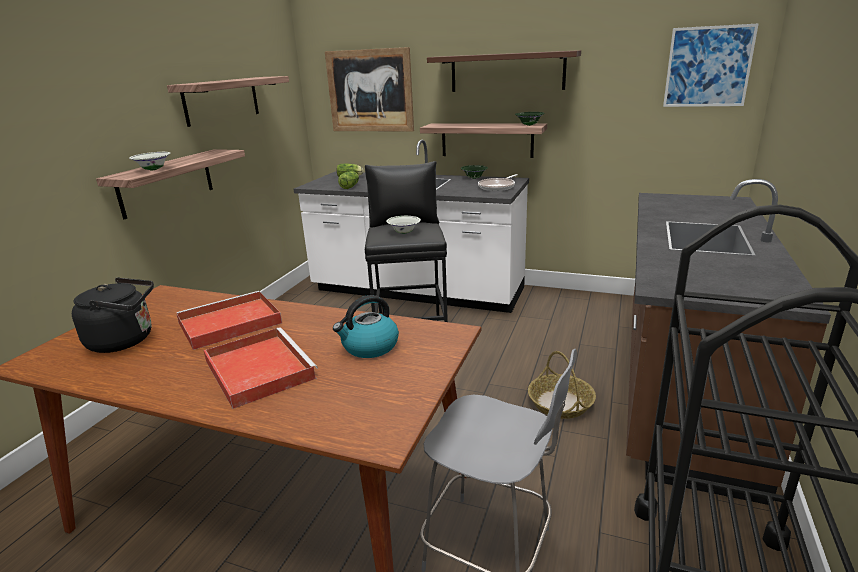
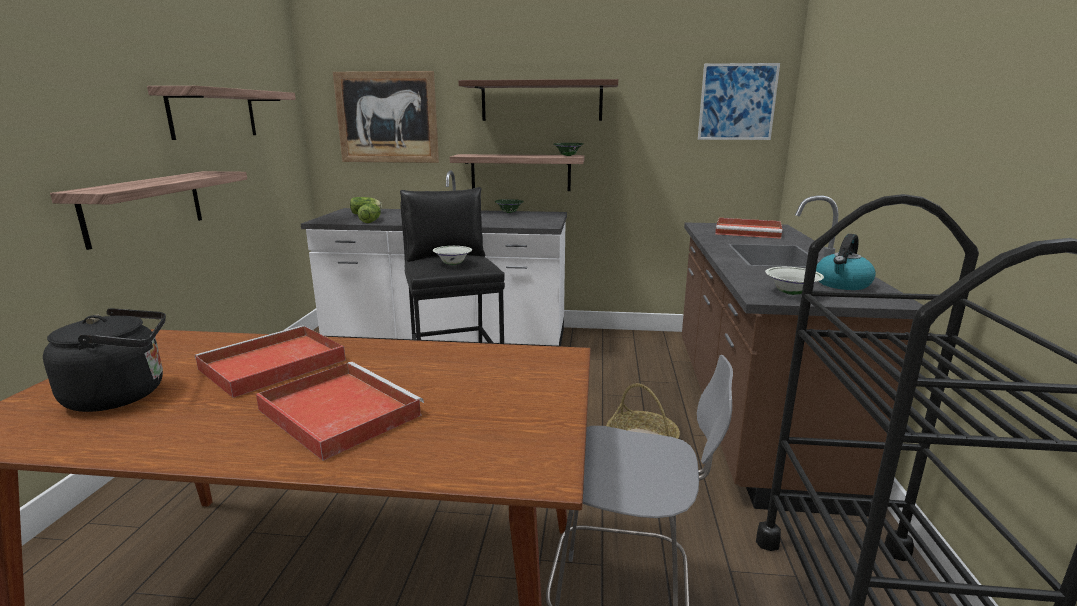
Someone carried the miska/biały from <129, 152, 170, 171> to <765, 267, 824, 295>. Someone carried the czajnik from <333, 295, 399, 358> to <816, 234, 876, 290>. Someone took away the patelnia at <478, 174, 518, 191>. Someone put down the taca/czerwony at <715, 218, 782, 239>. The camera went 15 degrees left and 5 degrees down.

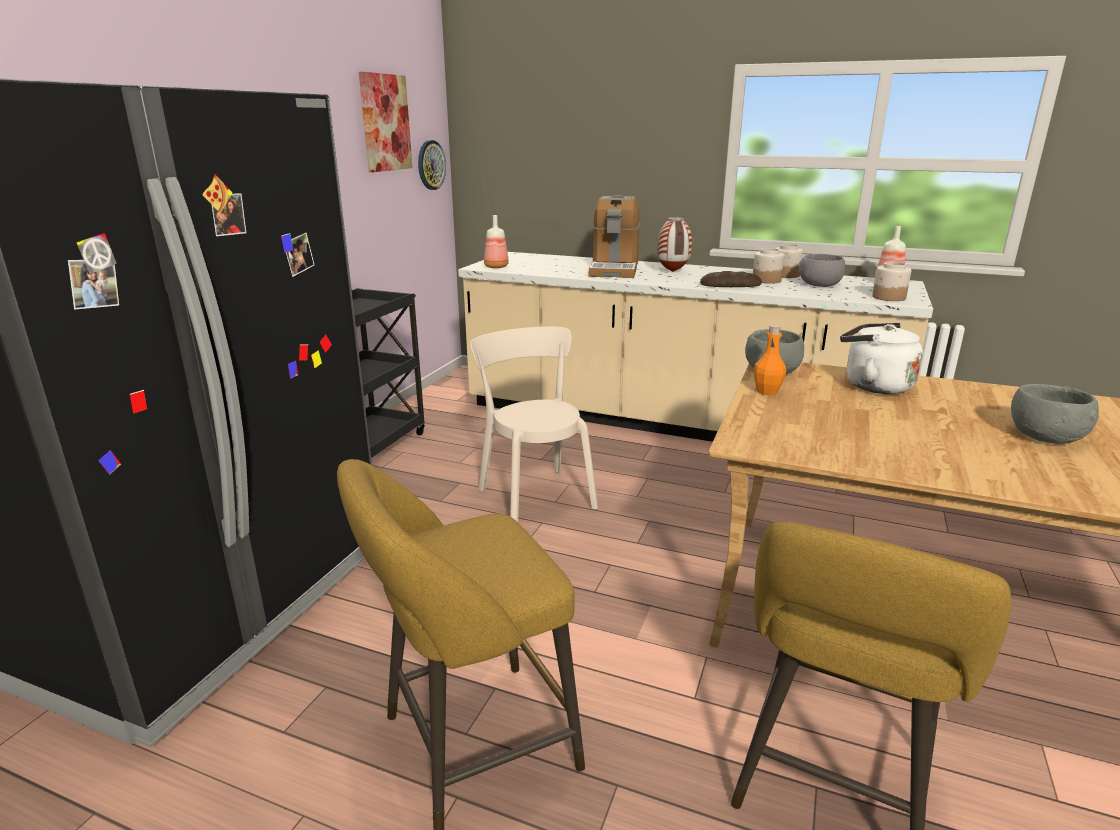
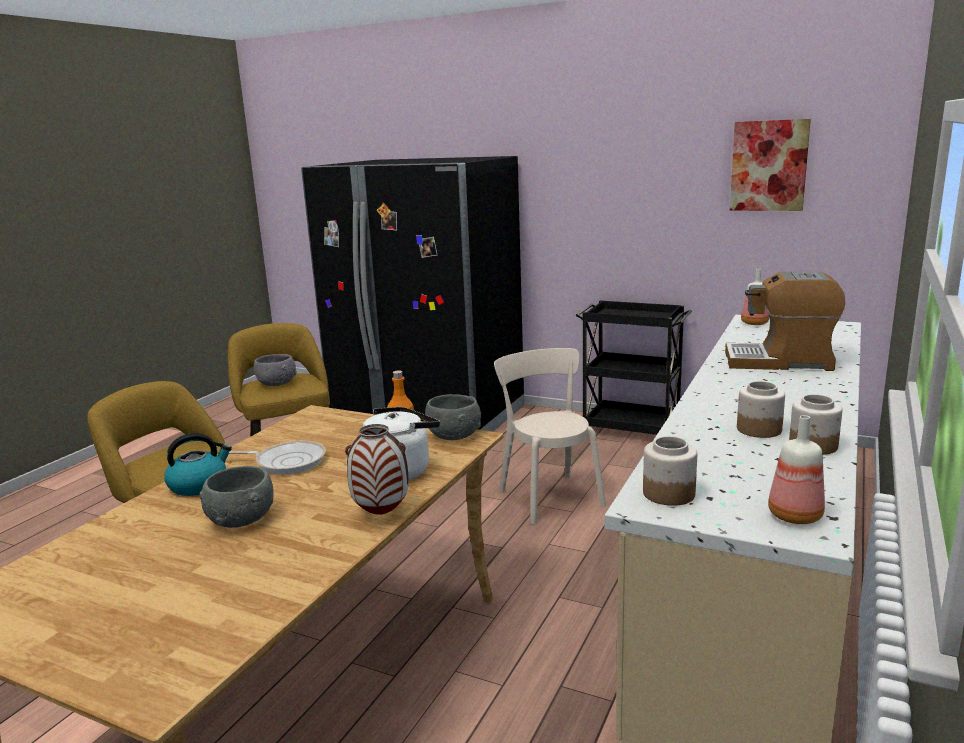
Someone took away the zegar ścienny at <418, 140, 446, 190>. Someone rotated the krzesło/beżowy at <470, 327, 598, 522> by 90 degrees counterclockwise. Someone carried the wazon from <657, 217, 692, 272> to <345, 424, 408, 515>. Someone took away the chleb at <700, 271, 762, 287>. Someone carried the miska/szary from <799, 254, 845, 287> to <253, 354, 297, 386>. Someone put down the czajnik at <164, 433, 232, 496>. Someone put down the patelnia at <229, 441, 326, 474>. The camera went 95 degrees right and 5 degrees down.

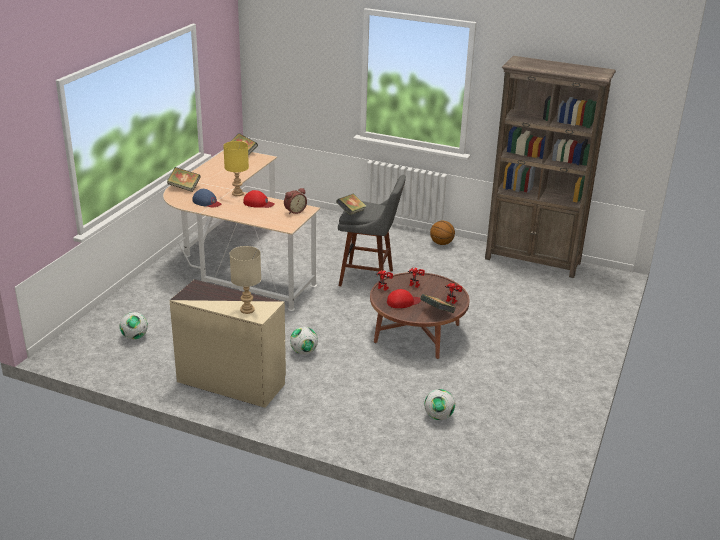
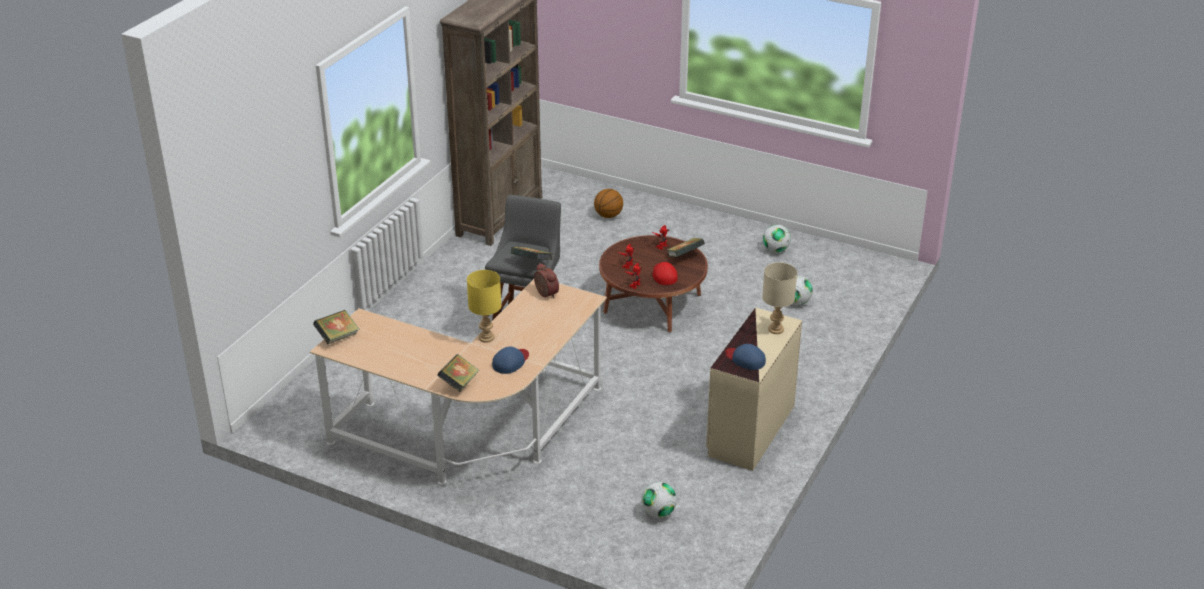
Someone took away the czapka z daszkiem/czerwony at <243, 190, 275, 208>. Someone carried the piłka futbolowa from <290, 327, 318, 355> to <763, 225, 791, 252>. Someone carried the piłka do koszykówki from <430, 221, 455, 245> to <594, 189, 623, 218>. Someone put down the czapka z daszkiem/niebieski at <725, 344, 766, 370>. The camera went 85 degrees left and 5 degrees up.

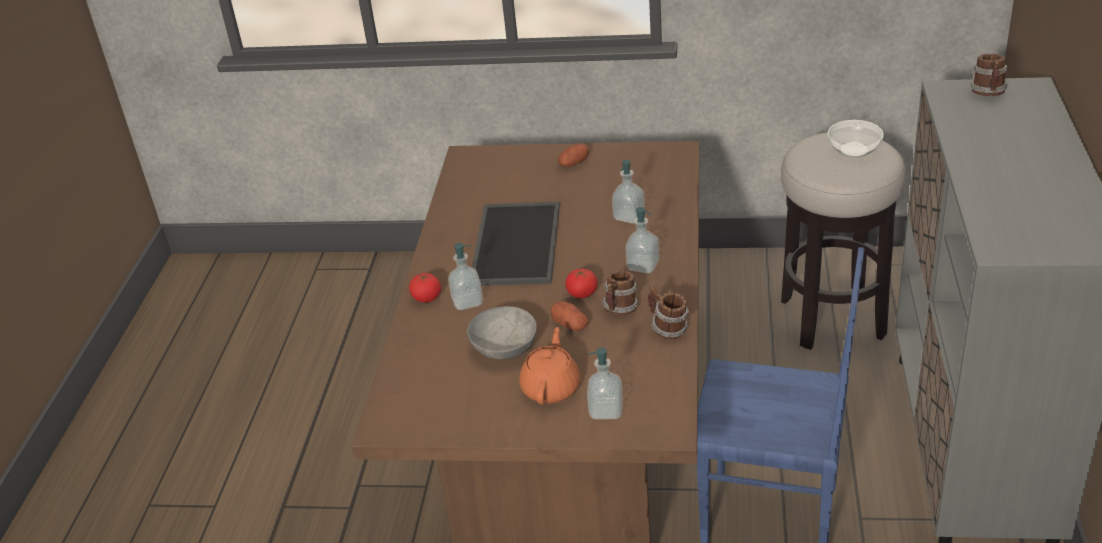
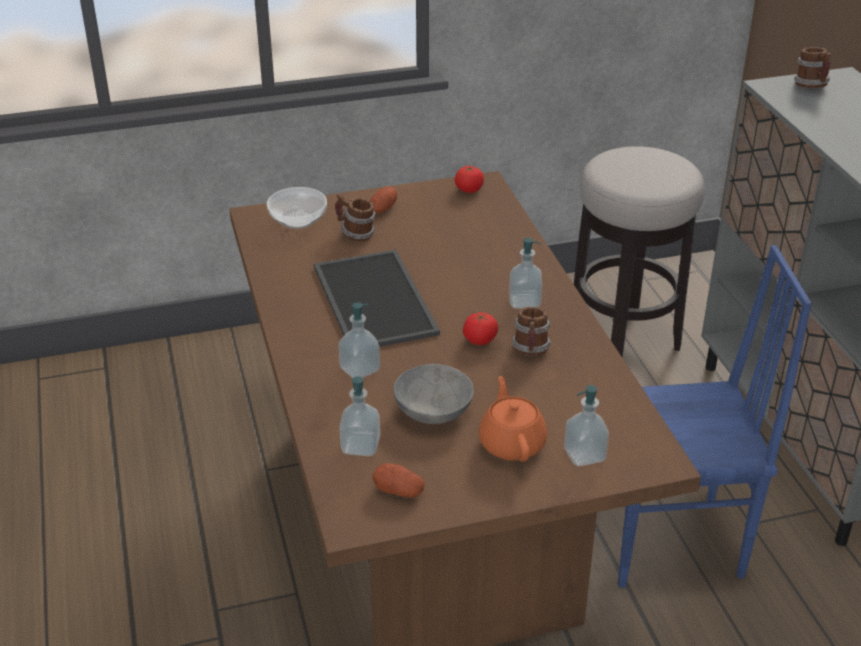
Someone carried the pomidor from <409, 273, 441, 303> to <455, 165, 484, 193>. Someone carried the ziemniak from <551, 301, 589, 331> to <373, 463, 425, 498>. Someone carried the dozownik mydła from <612, 160, 645, 224> to <339, 376, 380, 456>. Someone carried the kubek from <648, 285, 689, 339> to <335, 193, 376, 241>. Someone carried the miska from <828, 120, 884, 158> to <267, 187, 327, 229>. The camera went 25 degrees left and 0 degrees up.

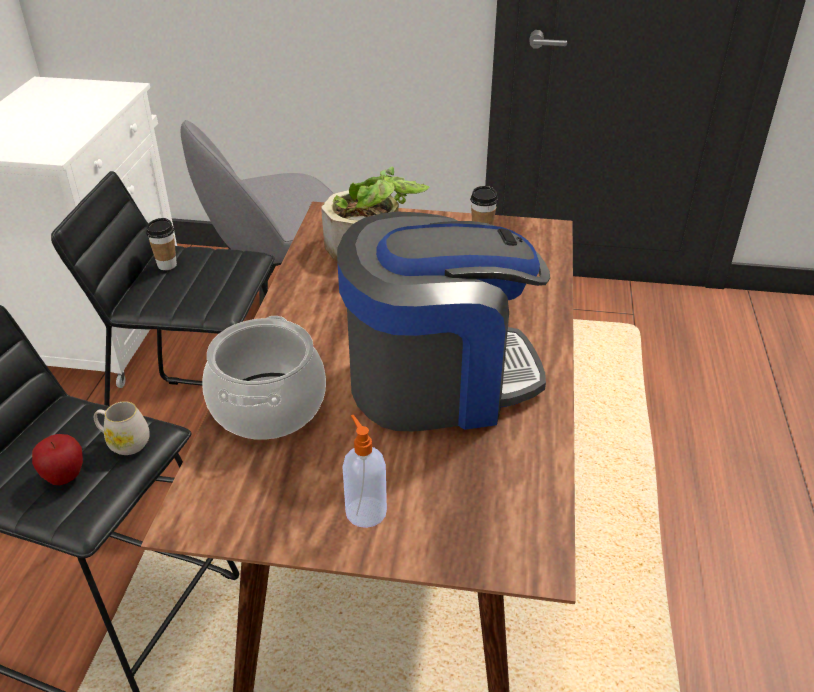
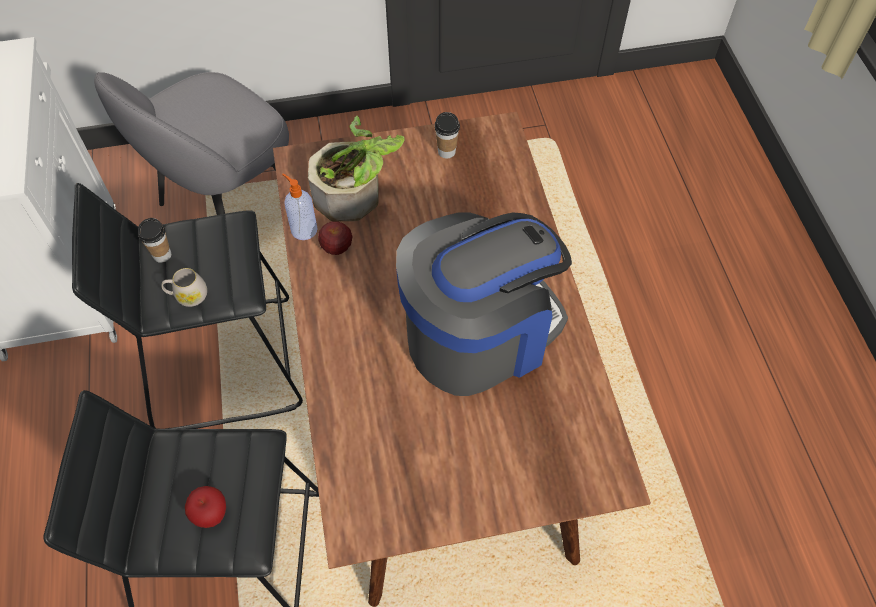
Someone carried the kubek/biały from <94, 401, 150, 455> to <161, 268, 207, 307>. Someone took away the garnek at <203, 316, 326, 440>. Someone carried the dozownik mydła from <343, 415, 387, 528> to <282, 173, 318, 240>. Someone put down the jabłko at <318, 221, 353, 255>. The camera went 20 degrees left and 20 degrees up.

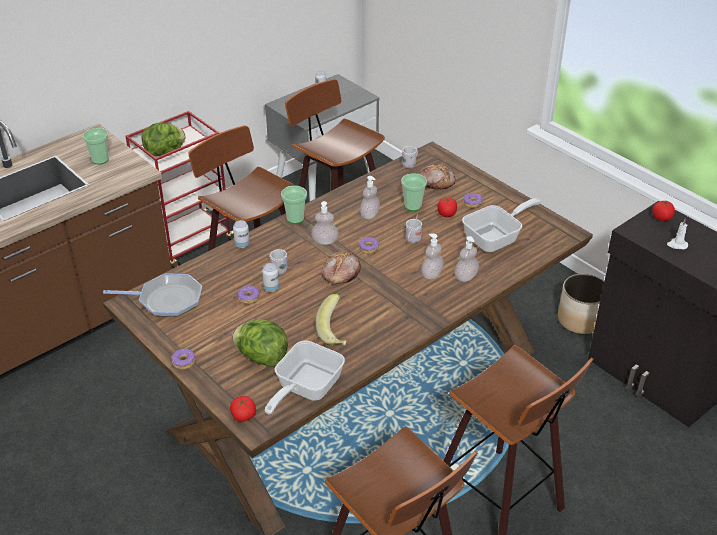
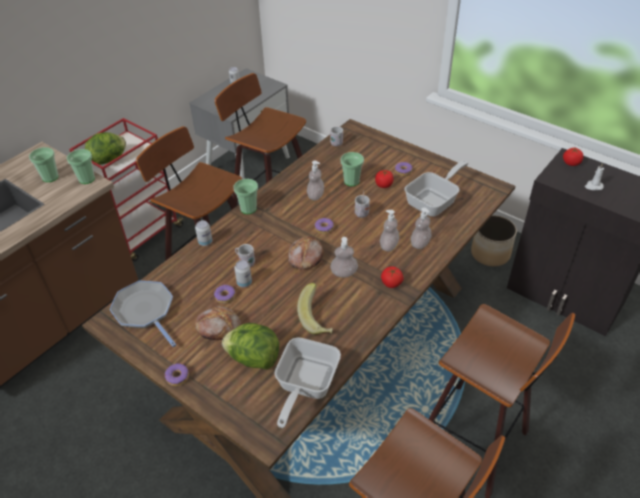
Someone rotated the patelnia at <103, 274, 202, 317> by 120 degrees counterclockwise. Someone carried the pomidor from <230, 396, 256, 422> to <381, 266, 404, 288>. Someone carried the dozownik mydła from <311, 201, 339, 245> to <330, 237, 358, 277>. Someone carried the chleb from <418, 164, 456, 190> to <195, 306, 241, 340>. Someone put down the filiżanka at <67, 149, 95, 184>. The camera went 10 degrees left and 5 degrees up.

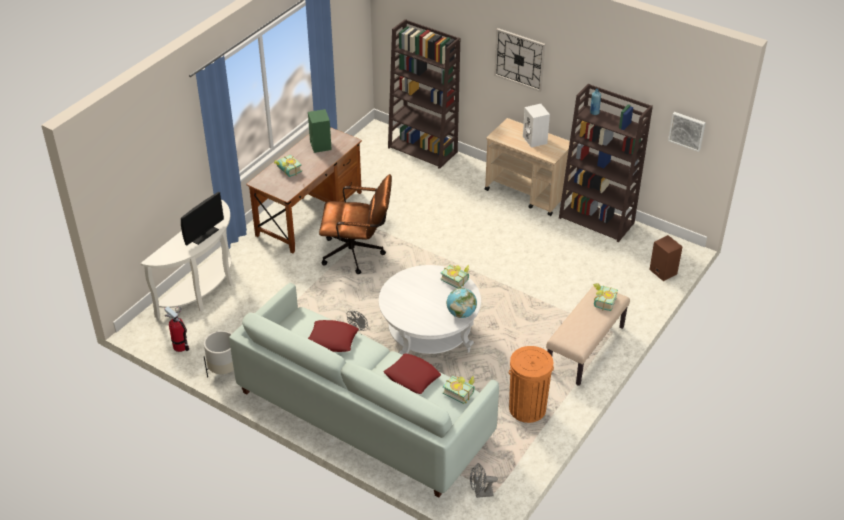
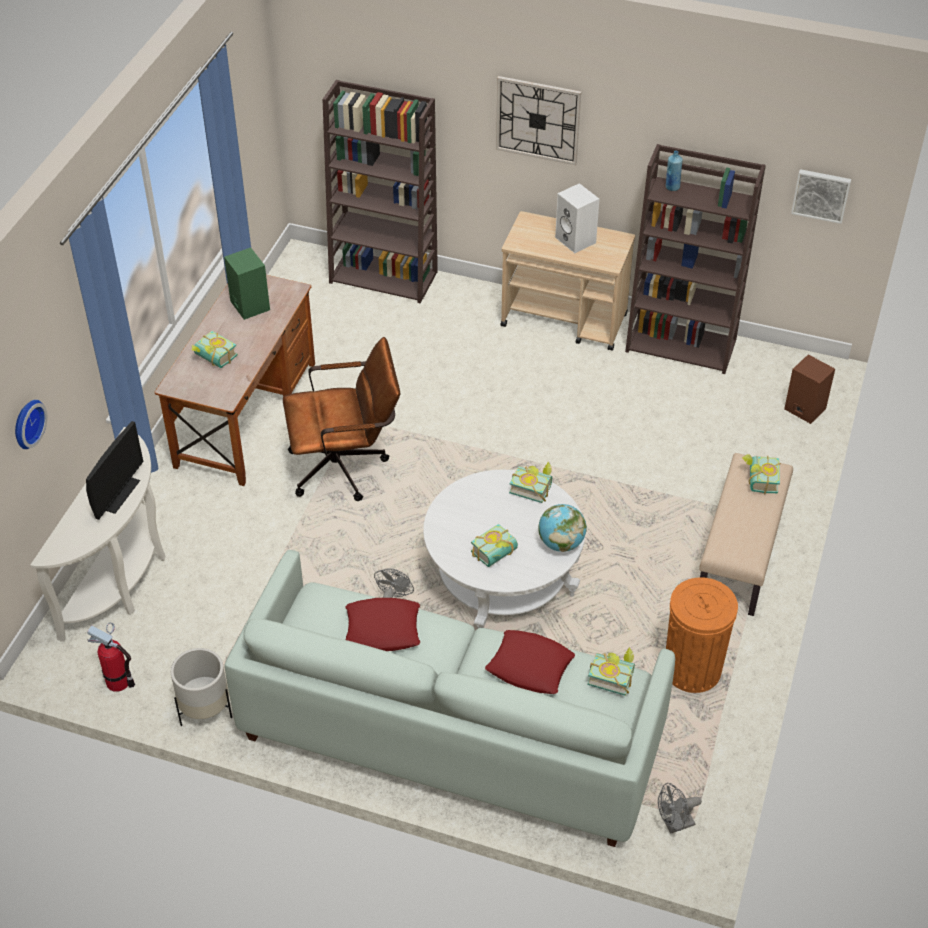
Someone put up the zegar ścienny at <15, 400, 47, 449>. Someone put down the książka at <471, 524, 518, 567>. The camera went 15 degrees left and 5 degrees up.

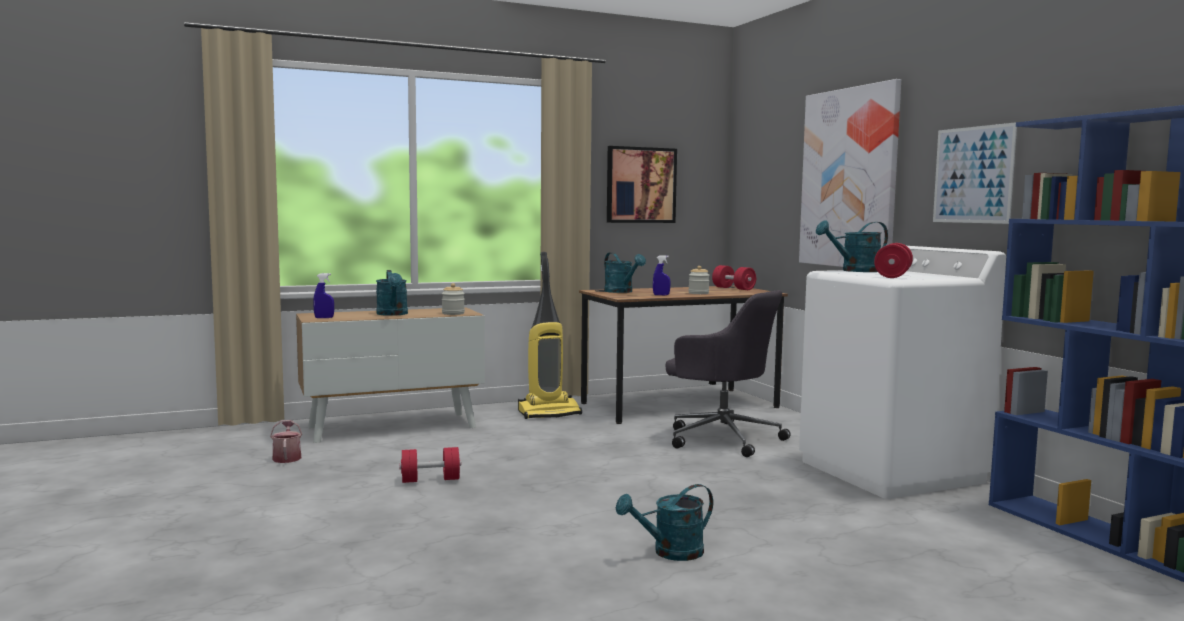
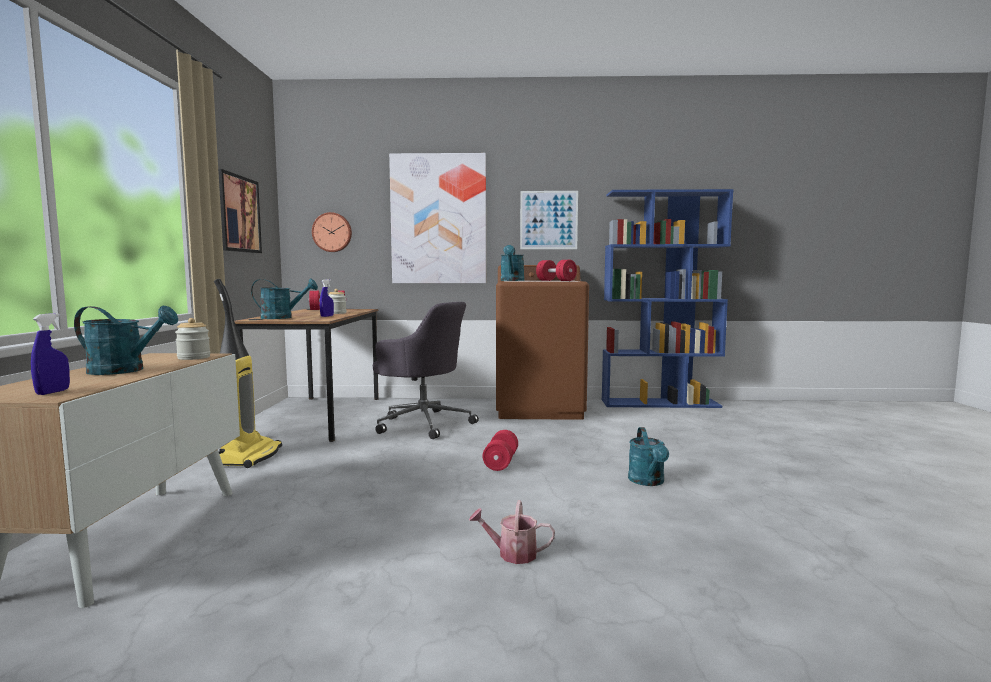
Someone carried the konewka from <270, 420, 302, 463> to <469, 500, 555, 564>. Someone carried the hantel/czerwony from <400, 447, 461, 483> to <483, 430, 518, 471>. Someone rotated the krzesło biurowe/szary at <666, 290, 791, 457> by 60 degrees clockwise. Someone repainted the pralka/biały at <799, 246, 1006, 499>, which became the pralka/brązowy at <496, 265, 589, 420>. Someone put up the zegar ścienny at <312, 212, 352, 252>. The camera went 65 degrees left and 0 degrees up.

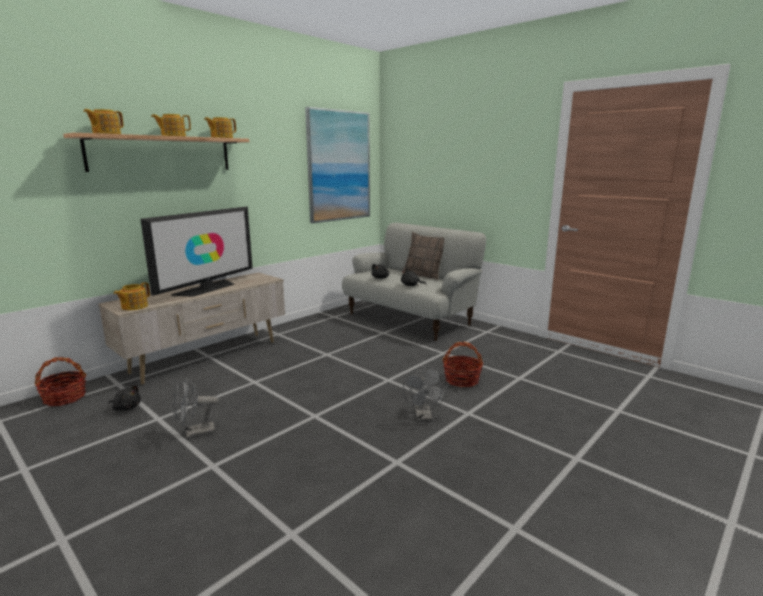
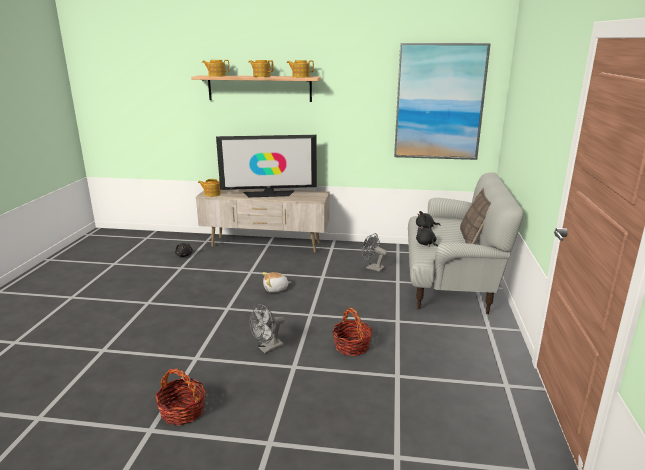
Someone carried the koszyk from <35, 357, 87, 406> to <155, 368, 206, 426>. Someone carried the wentylator/szary from <172, 377, 218, 439> to <361, 233, 388, 272>. Someone put down the pluszak at <262, 272, 291, 292>. The camera went 55 degrees right and 5 degrees up.

